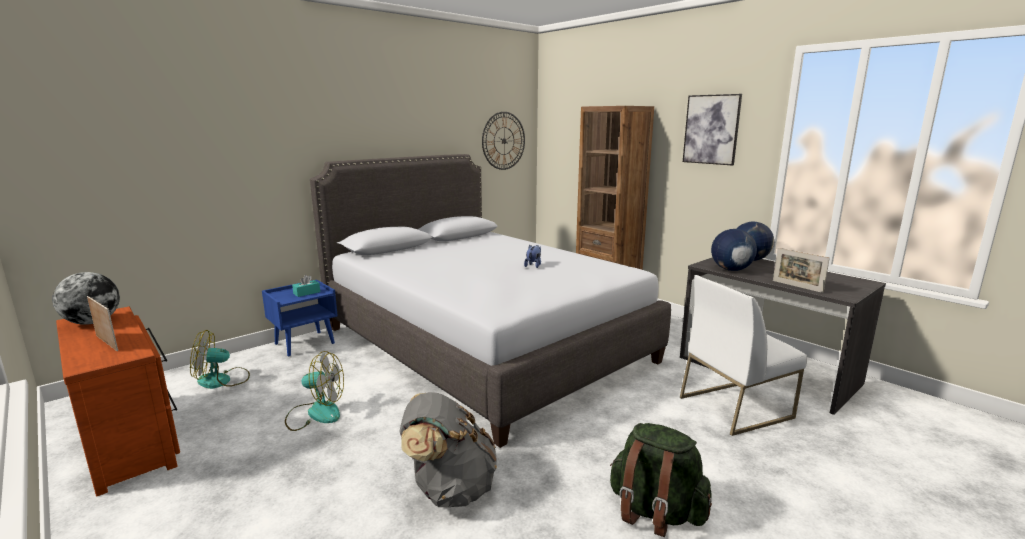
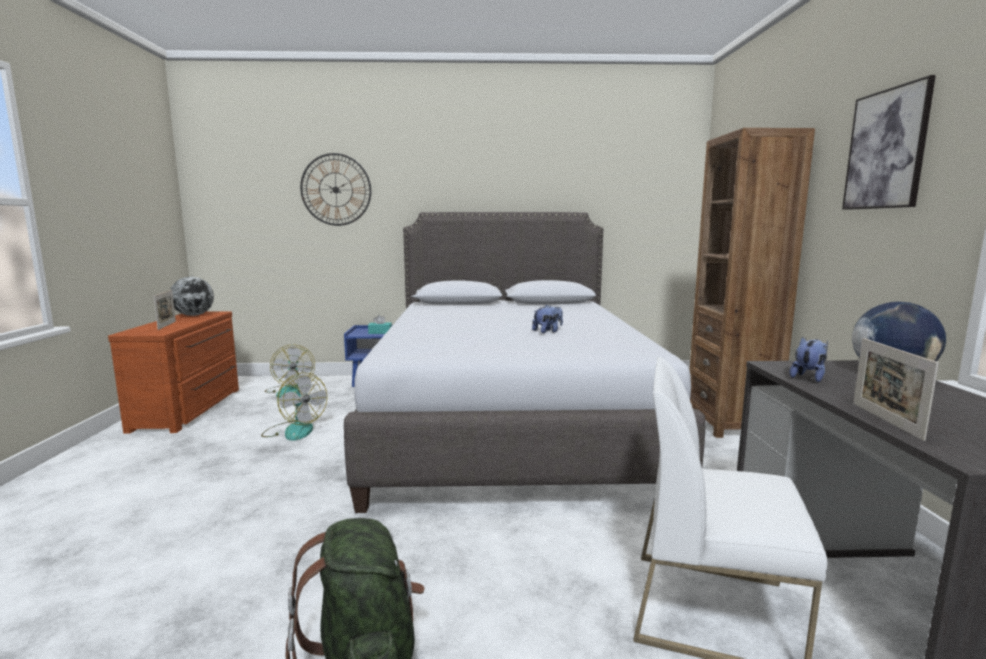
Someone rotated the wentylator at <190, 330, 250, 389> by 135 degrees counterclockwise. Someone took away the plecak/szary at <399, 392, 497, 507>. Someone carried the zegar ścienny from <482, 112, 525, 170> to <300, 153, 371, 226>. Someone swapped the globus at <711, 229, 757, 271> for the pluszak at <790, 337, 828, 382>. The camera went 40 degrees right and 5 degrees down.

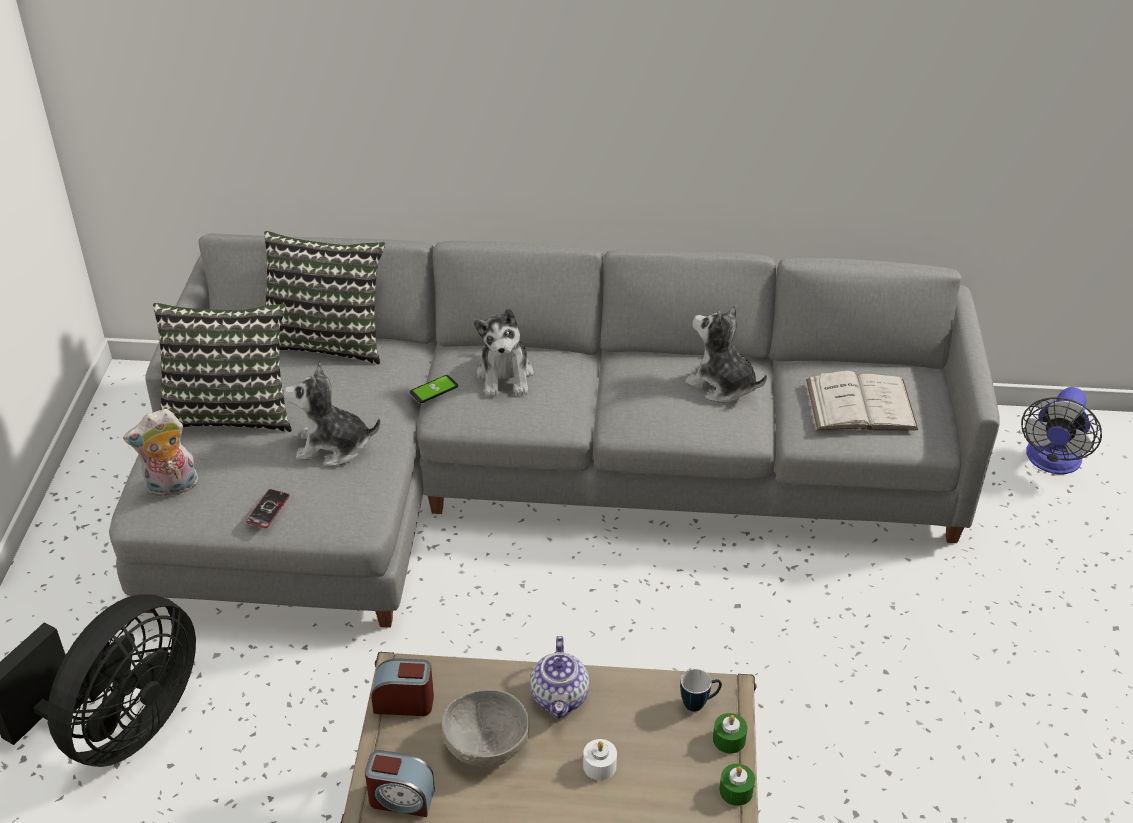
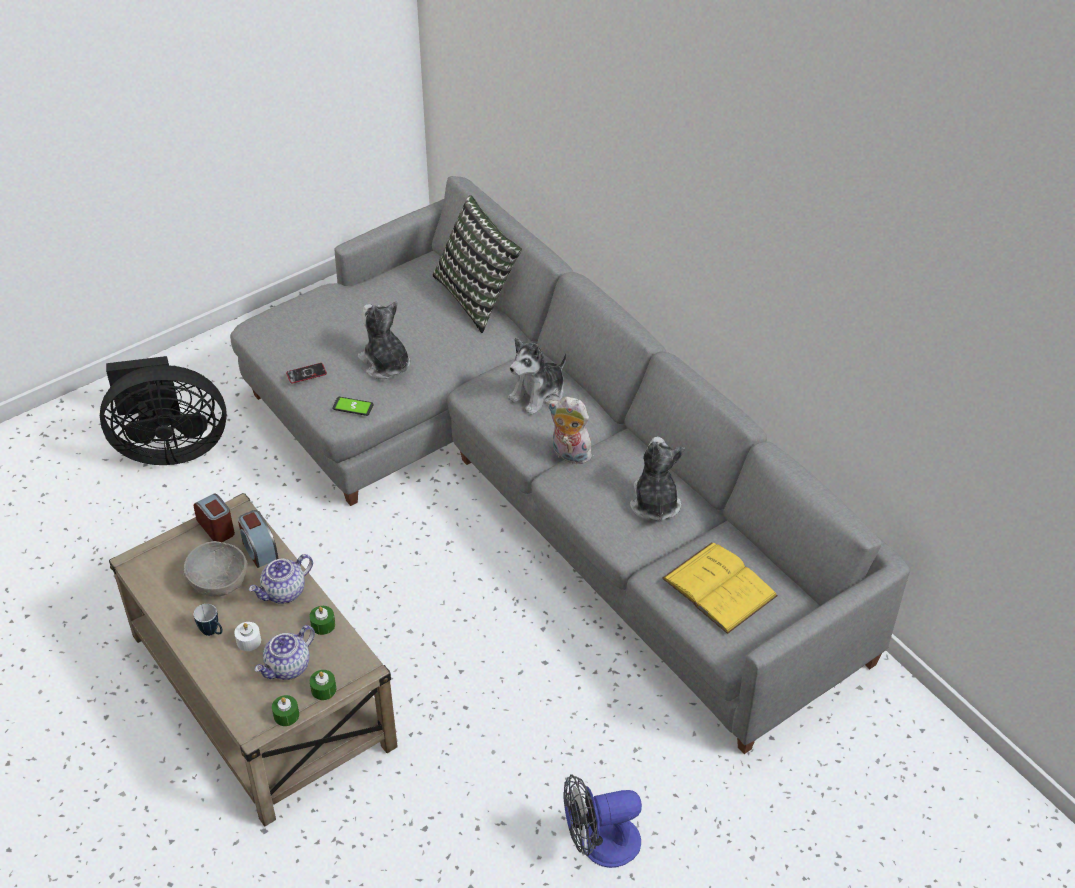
Someone carried the pluszak from <123, 409, 198, 497> to <548, 396, 592, 464>. Someone took away the poduszka at <153, 303, 292, 432>. Someone carried the budzik from <365, 750, 435, 817> to <238, 510, 279, 568>. Someone carried the telefon from <410, 375, 458, 403> to <332, 397, 374, 416>. Someone carried the kubek from <680, 669, 722, 712> to <194, 604, 223, 636>. Someone repainted the książka/biały at <806, 371, 918, 430>, which became the książka/żółty at <662, 542, 778, 634>. Someone carried the wentylator from <1021, 387, 1102, 474> to <563, 774, 642, 868>. Someone put down the imbryk at <255, 625, 315, 680>. Someone put down the świeca/zielony at <309, 606, 335, 635>. The camera went 50 degrees right and 5 degrees up.

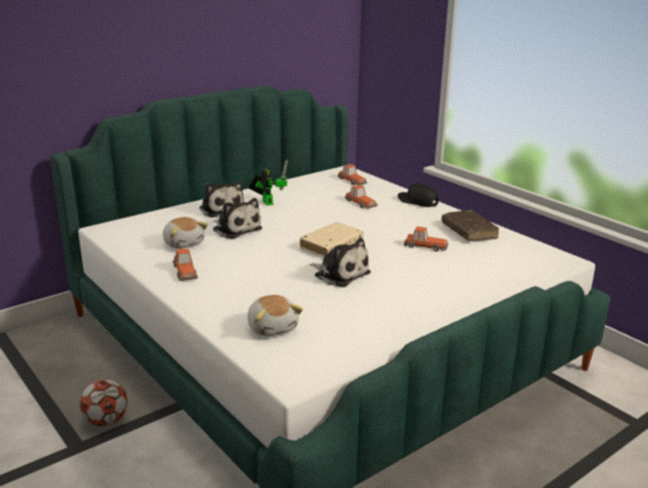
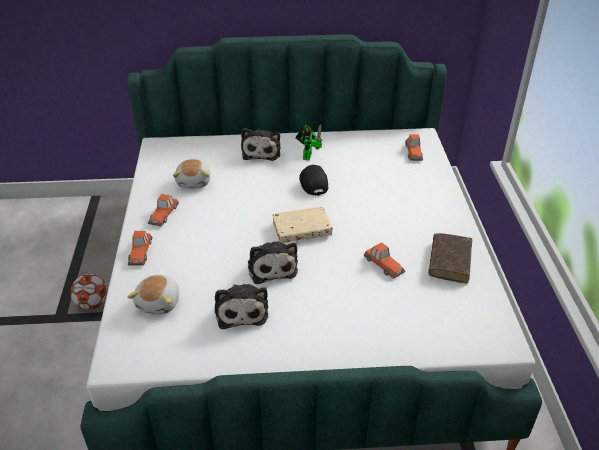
Someone carried the pluszak from <213, 198, 262, 239> to <215, 284, 268, 329>. Someone carried the samochodzik from <345, 185, 378, 209> to <128, 231, 152, 266>. Someone carried the czapka z daszkiem/czarny from <398, 183, 438, 207> to <299, 165, 328, 196>. The camera went 35 degrees right and 15 degrees up.

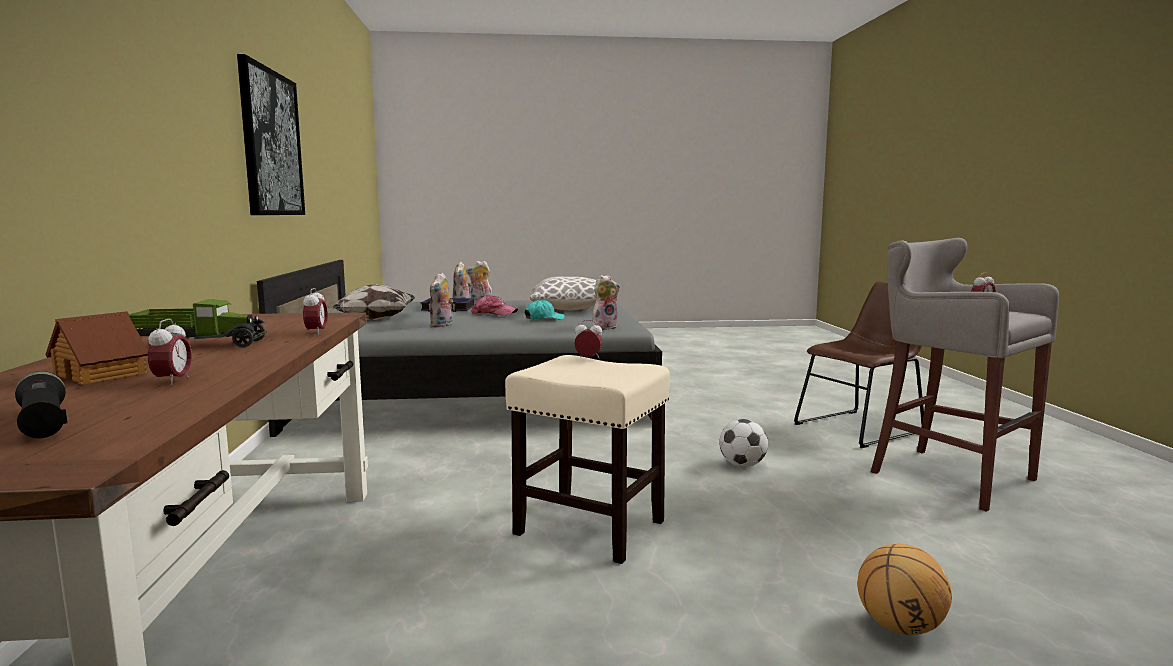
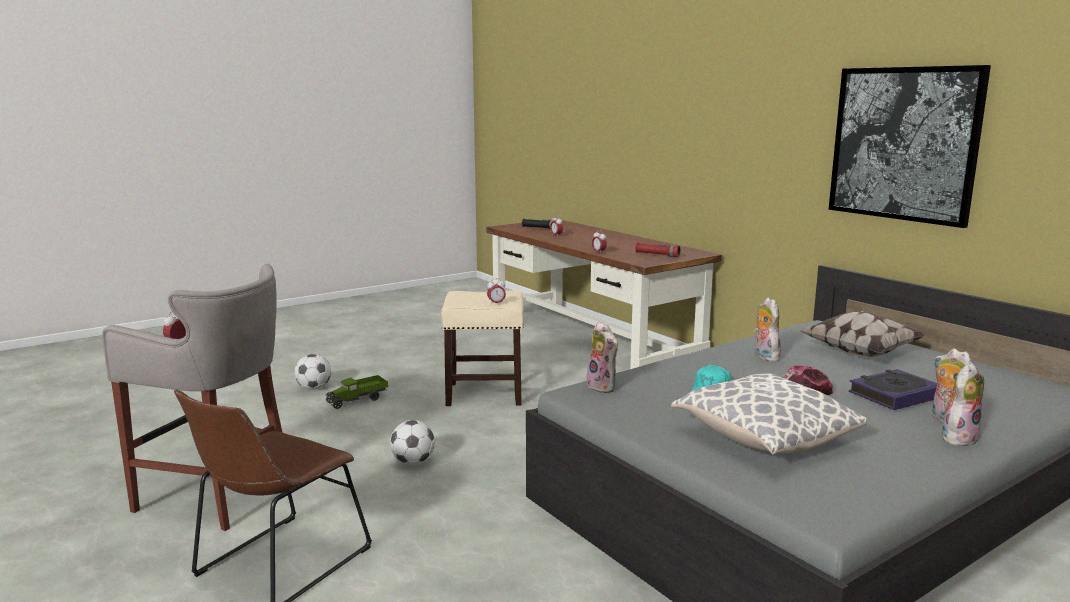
Someone took away the domek at <45, 311, 148, 385>. Someone carried the ciężarówka zabawkowa from <128, 299, 267, 348> to <325, 375, 388, 409>. Someone rotated the pluszak at <592, 275, 620, 330> by 60 degrees counterclockwise. Someone swapped the piłka do koszykówki at <858, 544, 952, 635> for the piłka futbolowa at <294, 354, 331, 390>. Someone put down the latarka/czerwony at <635, 243, 680, 257>. The camera went 150 degrees right and 5 degrees up.

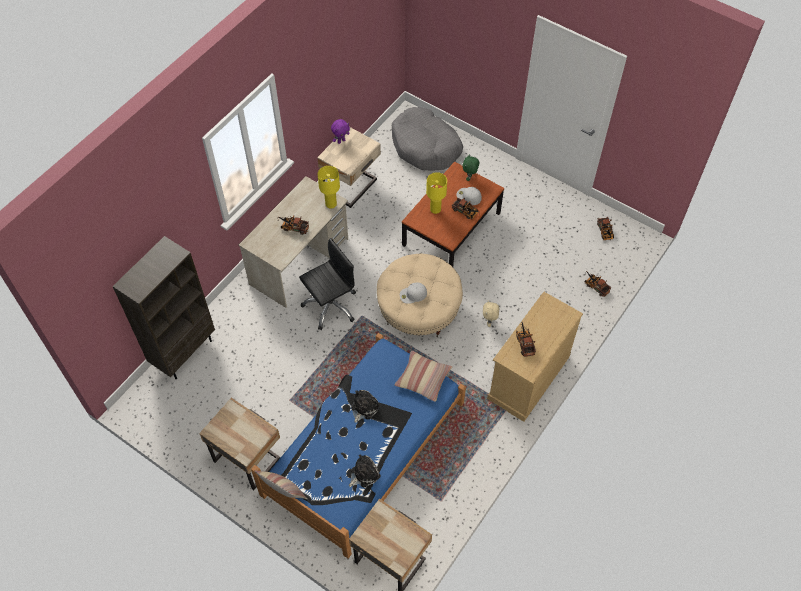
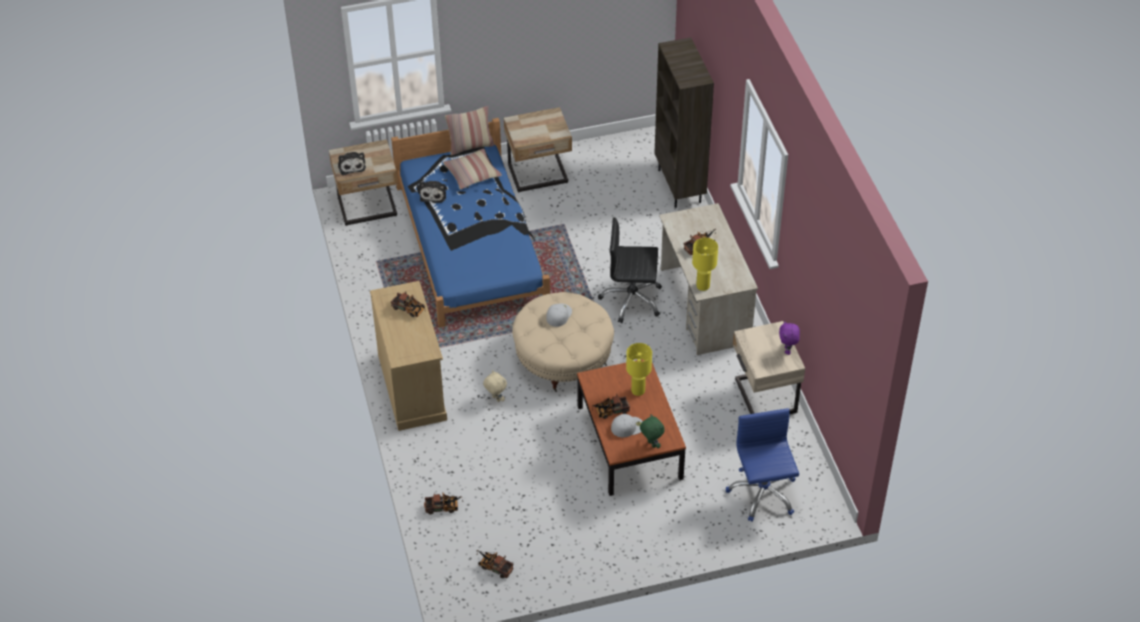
Someone rotated the krzesło biurowe/czarny at <299, 238, 356, 330> by 90 degrees clockwise. Someone carried the pluszak from <351, 390, 380, 423> to <338, 152, 366, 175>. Someone swapped the legowisko/szary at <392, 107, 463, 171> for the krzesło biurowe/niebieski at <726, 408, 799, 522>. Someone carried the poduszka from <394, 351, 452, 402> to <443, 148, 502, 190>. The camera went 130 degrees right and 10 degrees down.

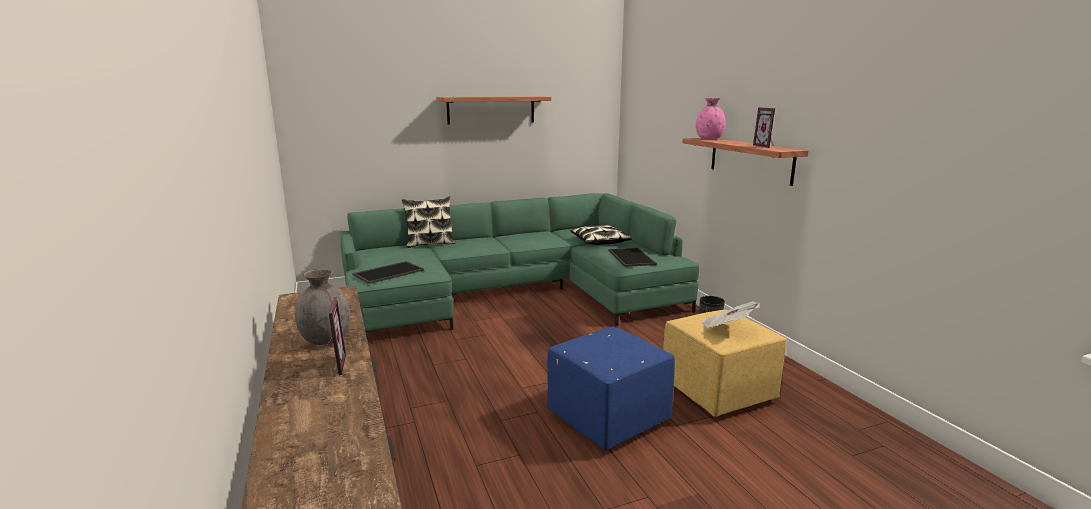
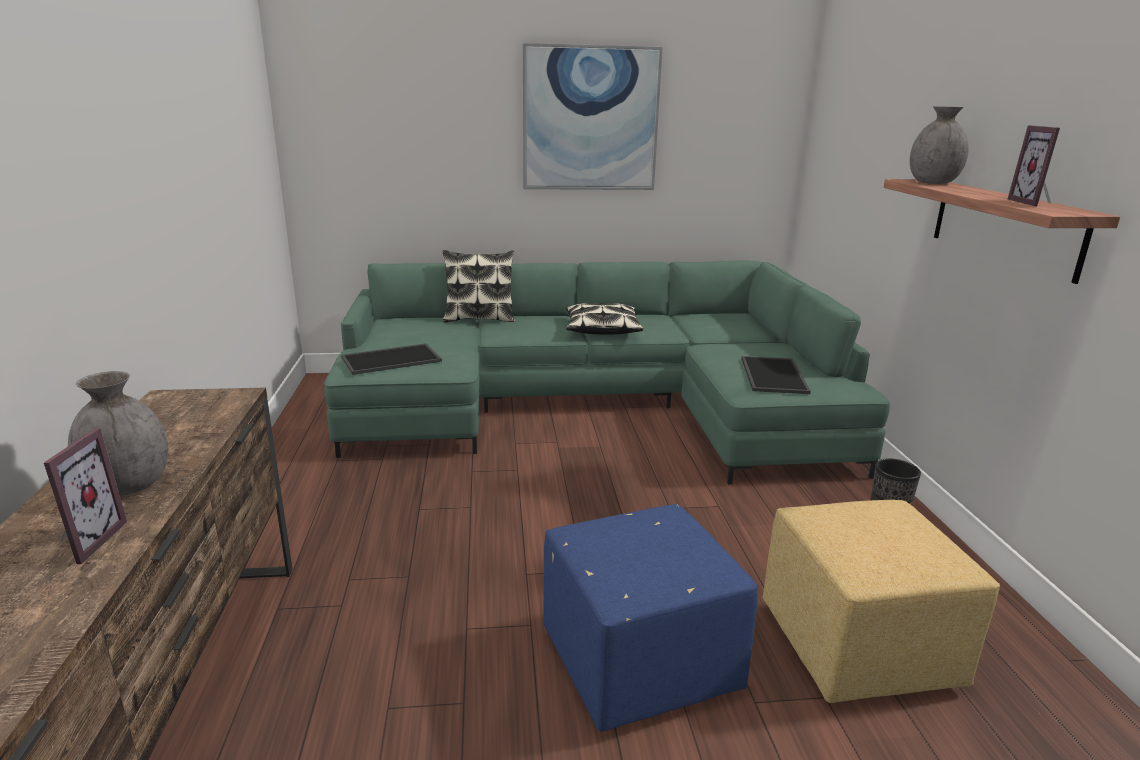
Someone swapped the półka at <436, 96, 551, 124> for the obraz at <523, 43, 663, 190>. Someone carried the poduszka from <570, 225, 632, 245> to <566, 303, 643, 335>. Someone repainted the wazon/różowy at <696, 98, 726, 140>, which became the wazon/szary at <910, 106, 969, 184>. Someone took away the gazeta at <702, 301, 760, 329>. The camera went 15 degrees right and 5 degrees up.

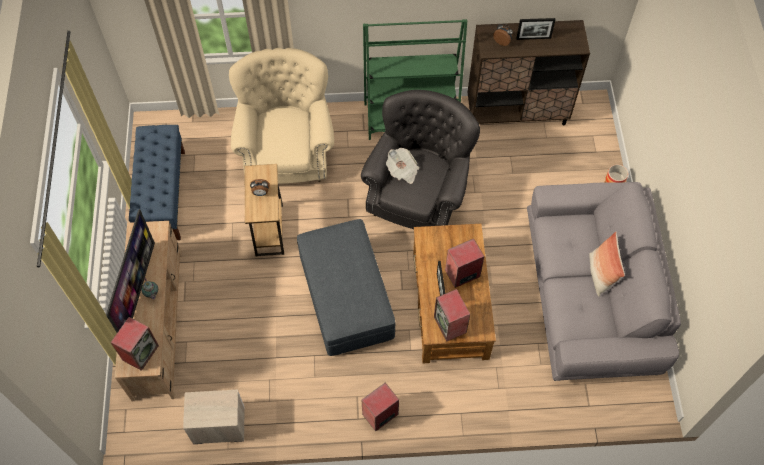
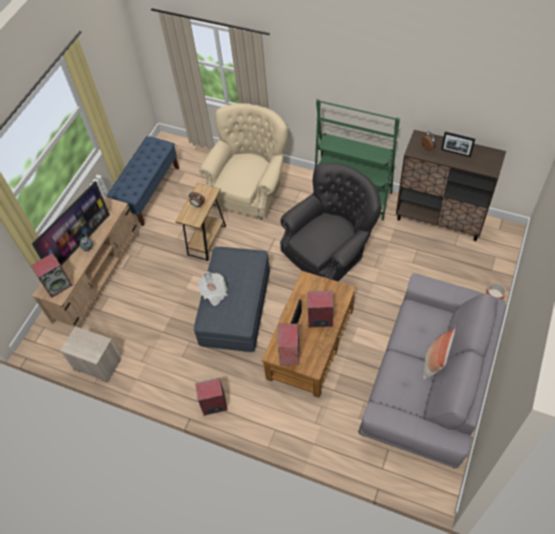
Someone carried the gazeta from <386, 148, 419, 184> to <198, 272, 228, 306>. The camera went 30 degrees right and 5 degrees down.

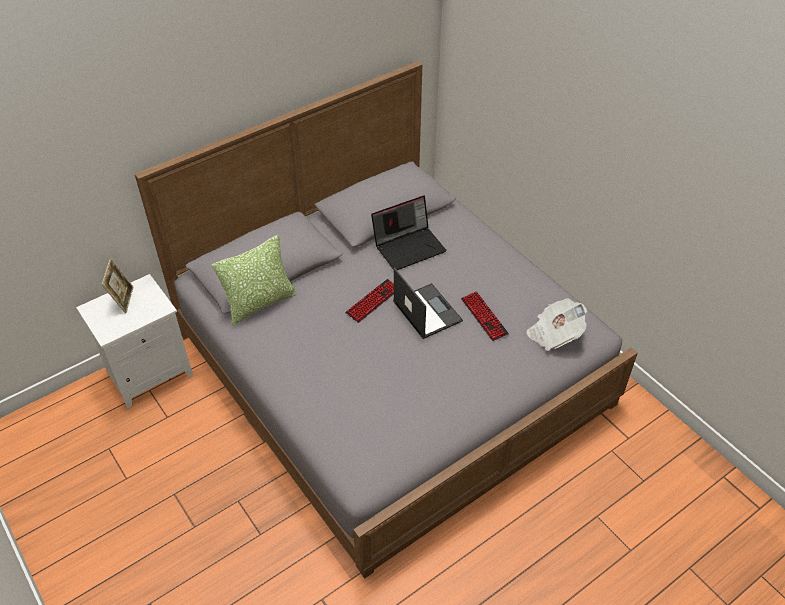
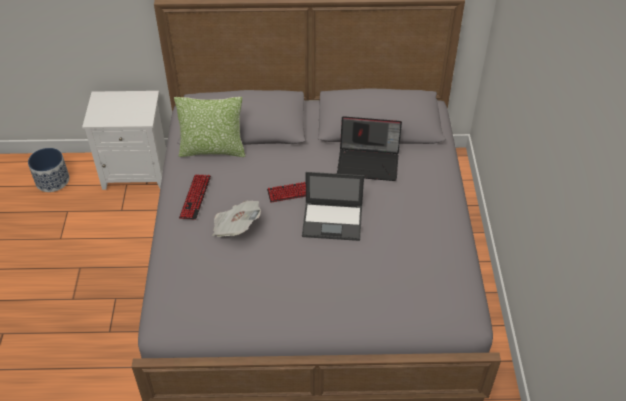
Someone took away the ramka na zdjęcie at <101, 258, 133, 313>. Someone rotated the laptop at <393, 268, 463, 339> by 90 degrees clockwise. Someone carried the klawiatura from <461, 291, 509, 341> to <179, 174, 211, 220>. Someone carried the gazeta from <527, 298, 587, 351> to <212, 201, 261, 237>. Someone put down the donica at <28, 148, 69, 192>. The camera went 35 degrees right and 0 degrees up.

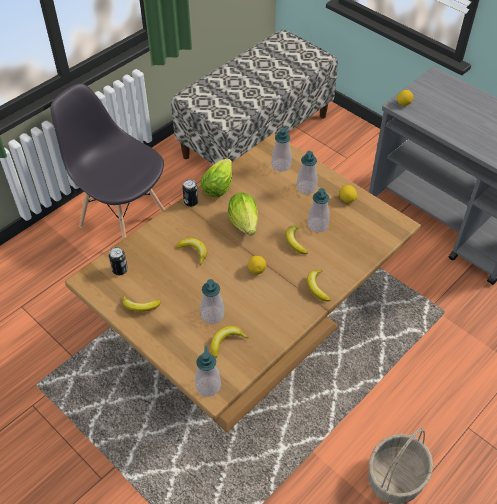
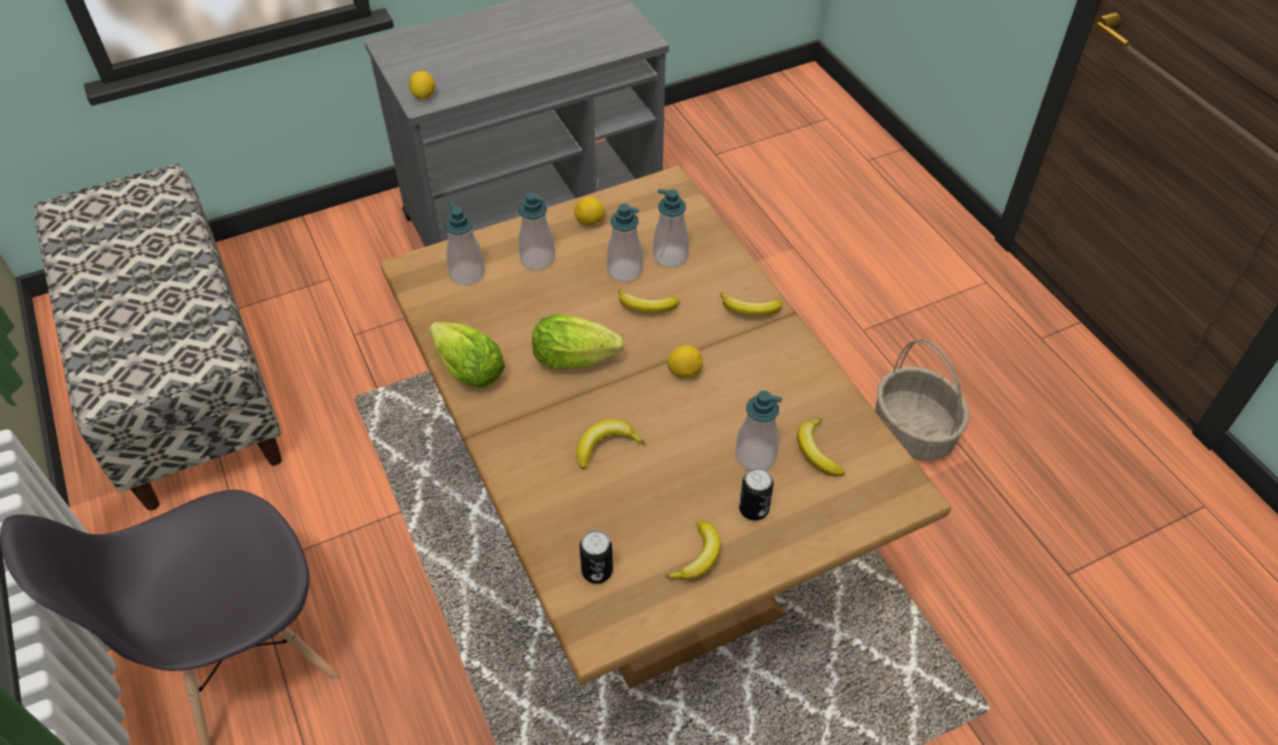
Someone carried the puszka from <182, 179, 198, 207> to <739, 468, 774, 521>. Someone carried the dozownik mydła from <195, 346, 221, 397> to <653, 189, 689, 268>. The camera went 70 degrees left and 0 degrees up.

